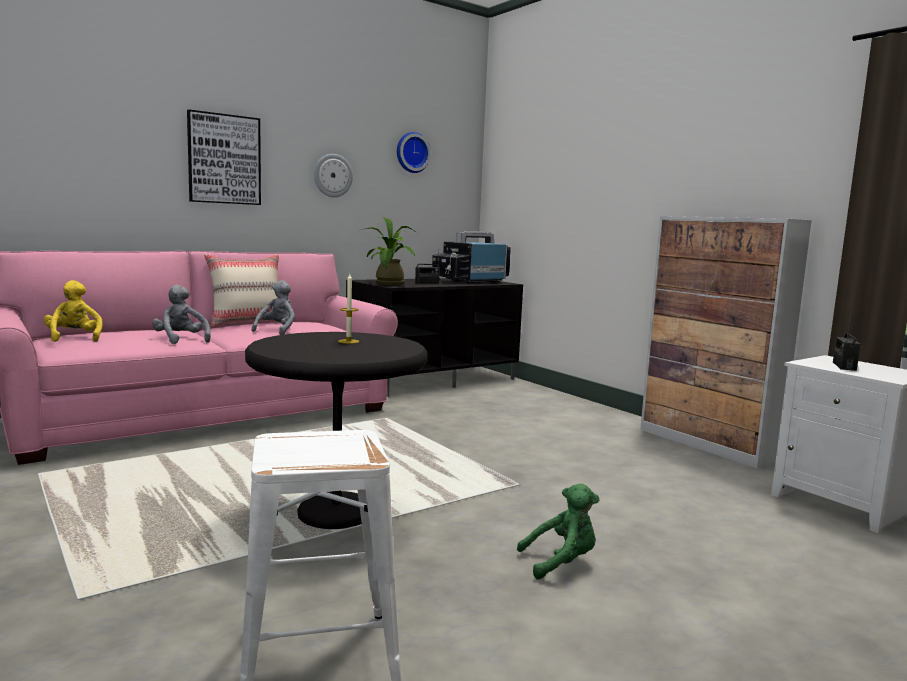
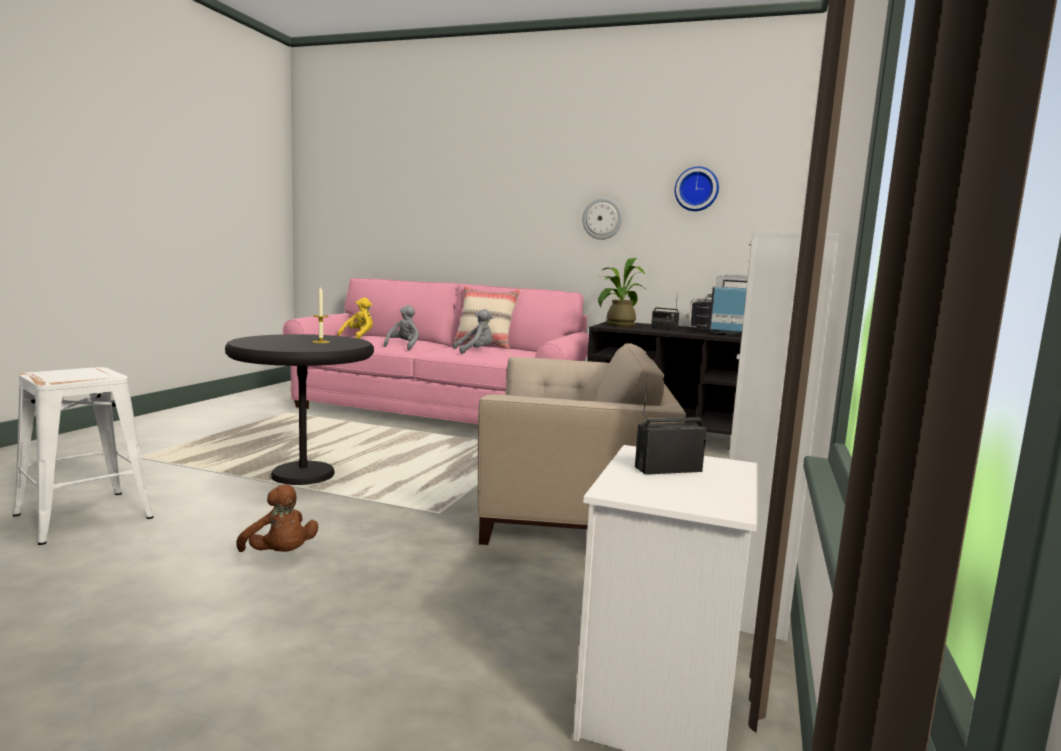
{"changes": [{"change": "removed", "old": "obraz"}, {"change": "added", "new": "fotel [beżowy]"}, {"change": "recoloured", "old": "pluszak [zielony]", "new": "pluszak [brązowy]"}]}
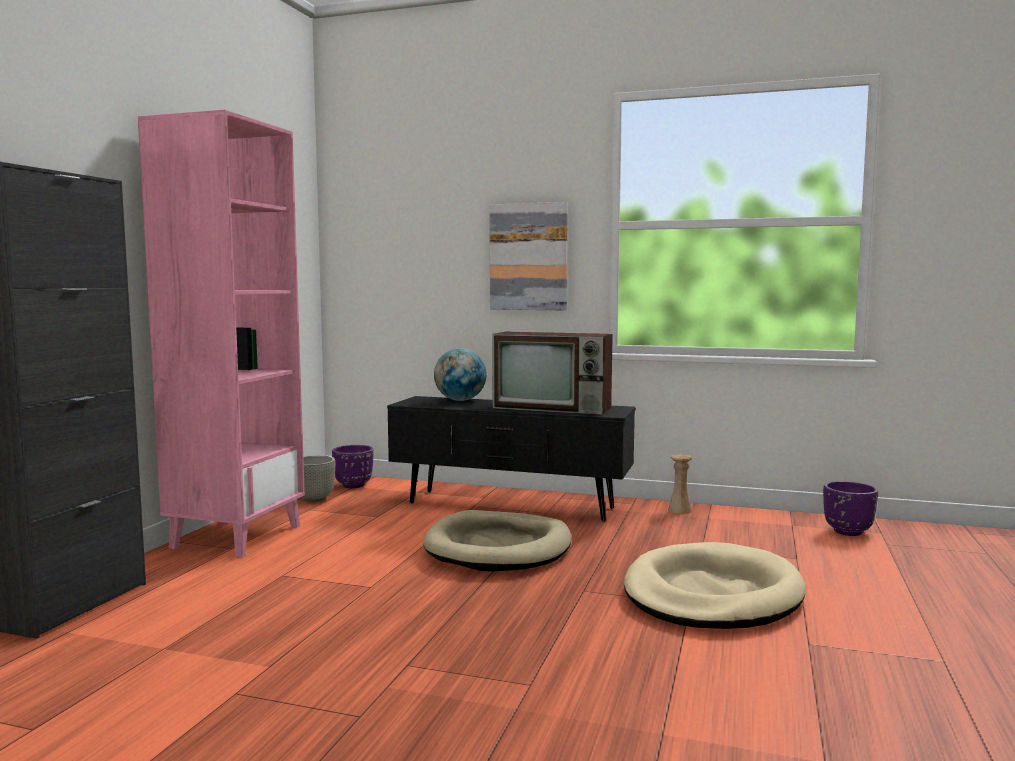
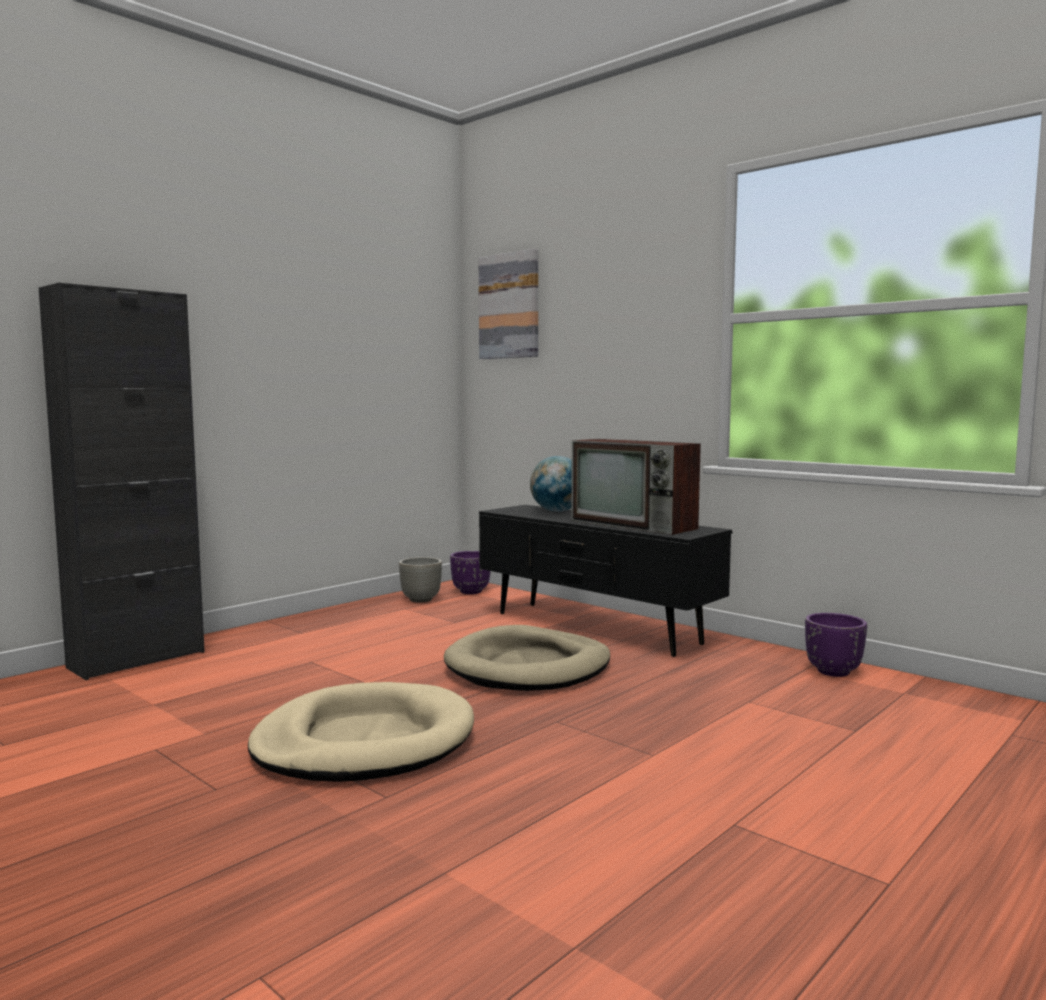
{"changes": [{"change": "removed", "old": "regał [różowy]"}, {"change": "removed", "old": "wazon [beżowy]"}, {"change": "moved", "old": "obraz"}, {"change": "moved", "old": "legowisko [beżowy] (2nd from left in the first image)", "new": "legowisko [beżowy] (1st from left)"}, {"change": "moved", "old": "donica [fioletowy] (2nd from left)"}]}
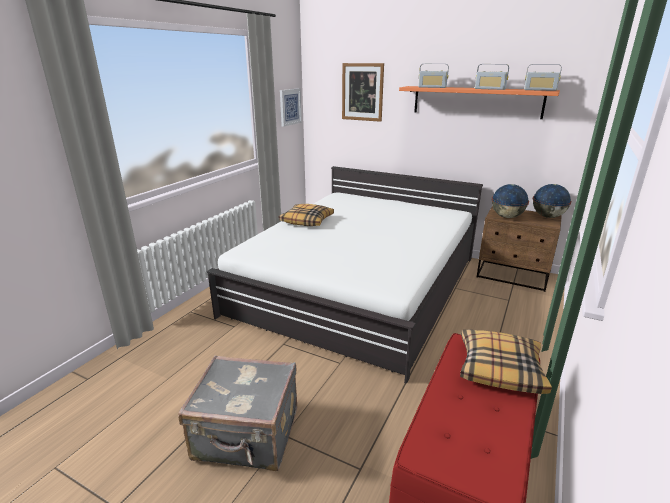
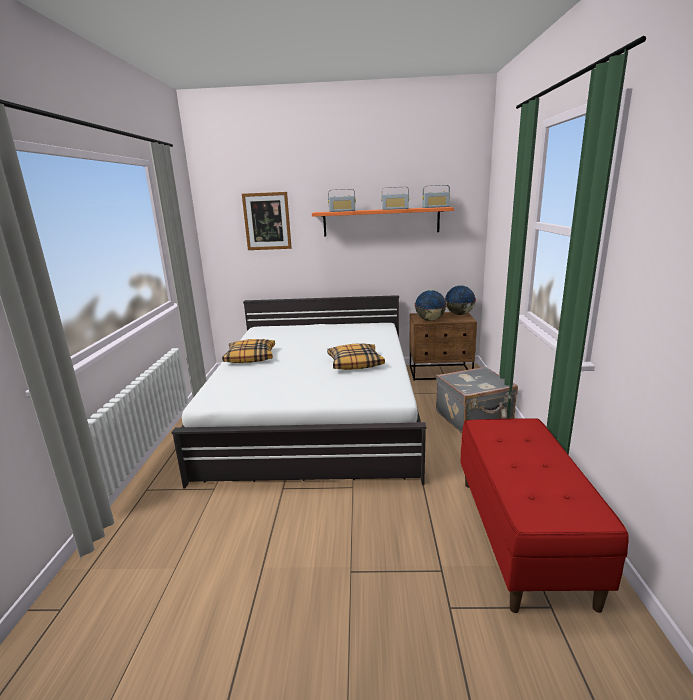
{"changes": [{"change": "removed", "old": "obraz (1st from left)"}, {"change": "moved", "old": "walizka [szary]"}, {"change": "moved", "old": "poduszka (2nd from left)"}]}
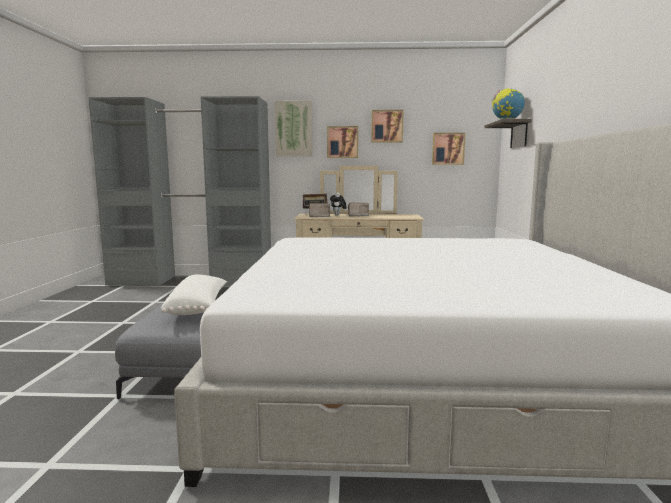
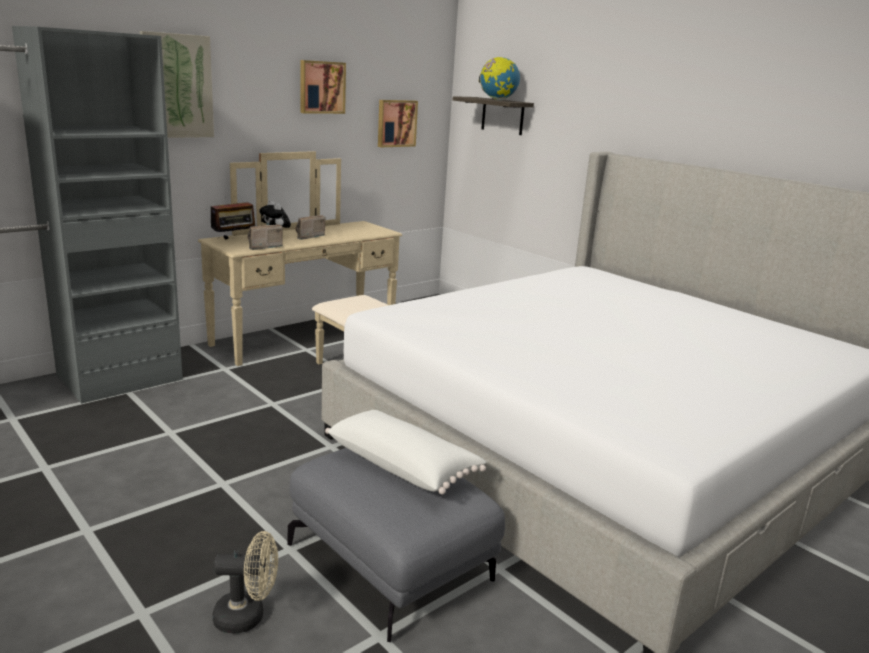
{"changes": [{"change": "removed", "old": "obraz (2nd from left)"}, {"change": "added", "new": "wentylator [beżowy]"}]}
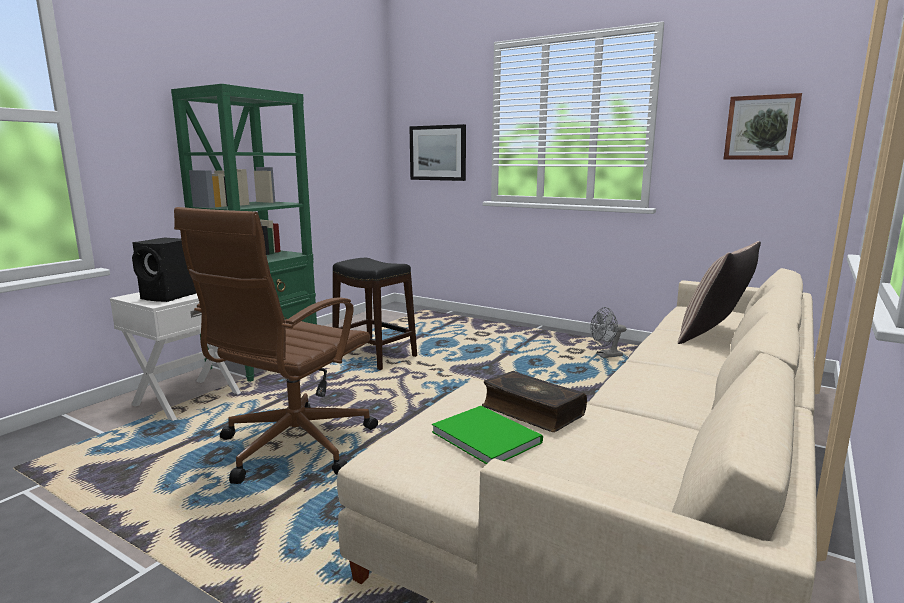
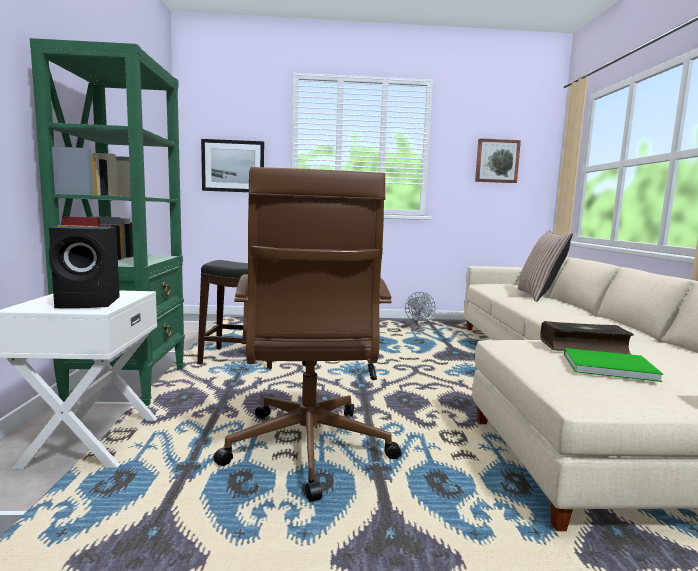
{"changes": [{"change": "turned", "old": "wentylator [szary]", "degrees": -45}]}
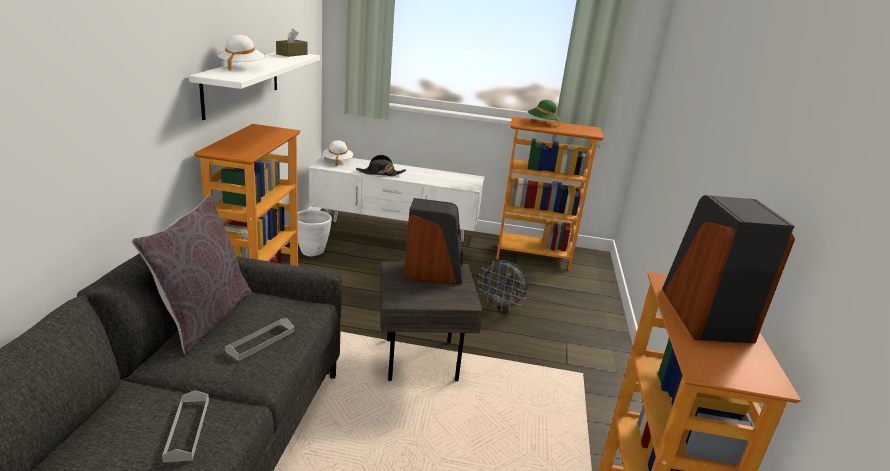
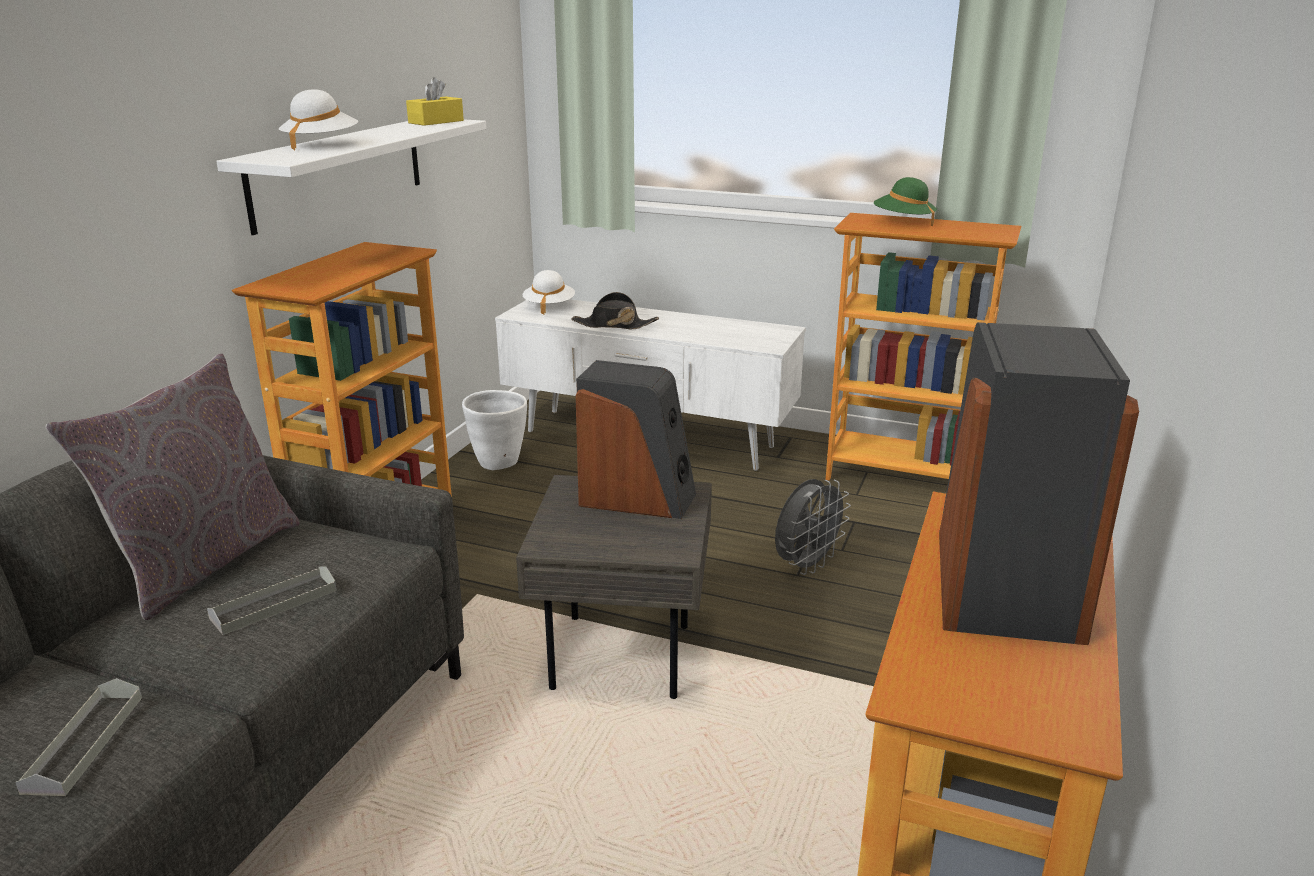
{"changes": [{"change": "recoloured", "old": "pudełko chusteczek [brązowy]", "new": "pudełko chusteczek [żółty]"}, {"change": "turned", "old": "wentylator [szary]", "degrees": -90}]}
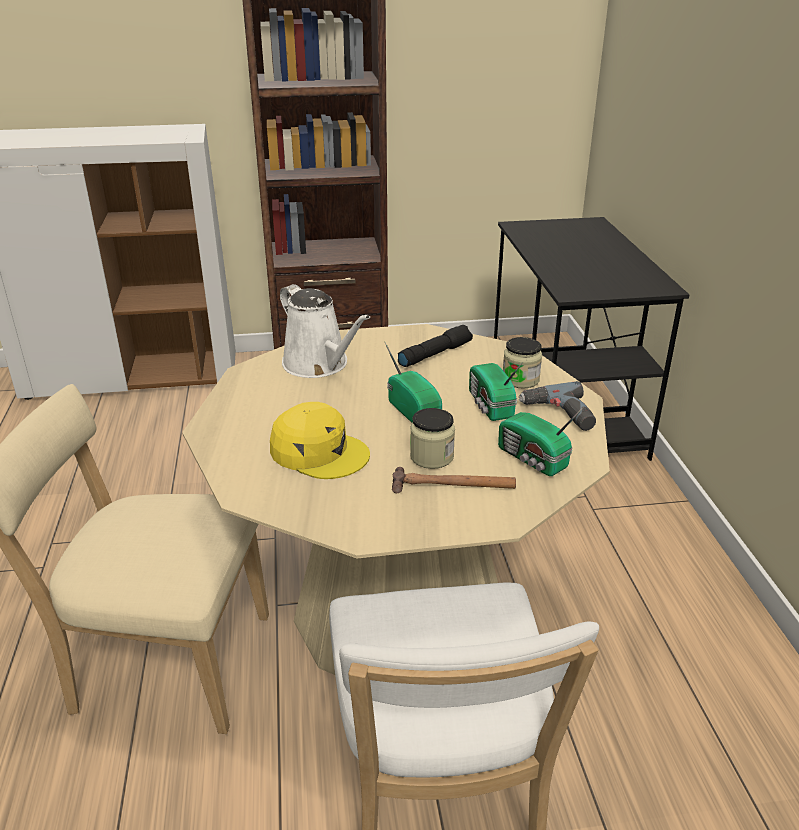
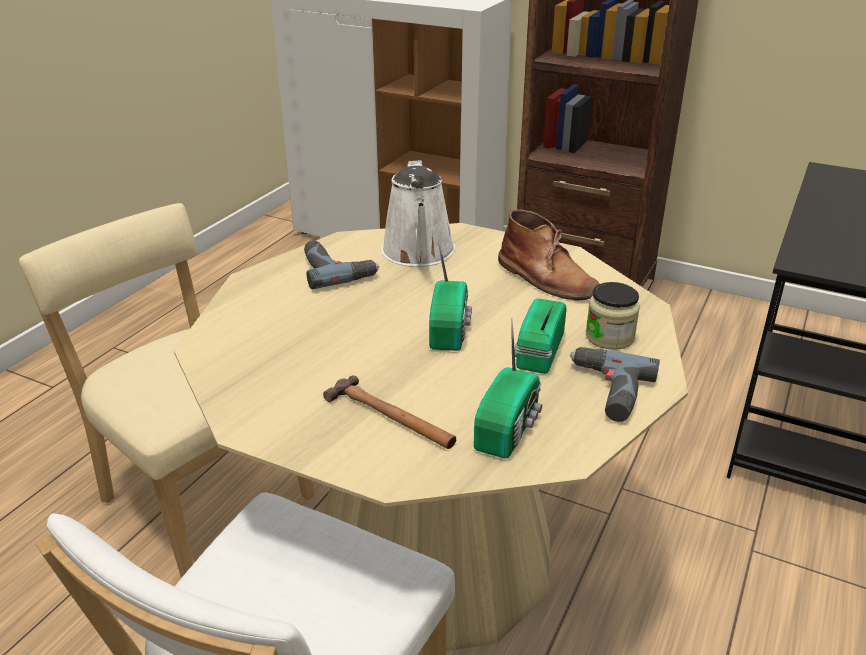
{"changes": [{"change": "removed", "old": "czapka z daszkiem [żółty]"}, {"change": "removed", "old": "słoik (1st from left)"}, {"change": "added", "new": "wiertarka (1st from left)"}, {"change": "replaced", "old": "latarka [czarny]", "new": "but z cholewką [brązowy]"}, {"change": "turned", "old": "radio (3rd from left in the first image)", "degrees": -150}]}
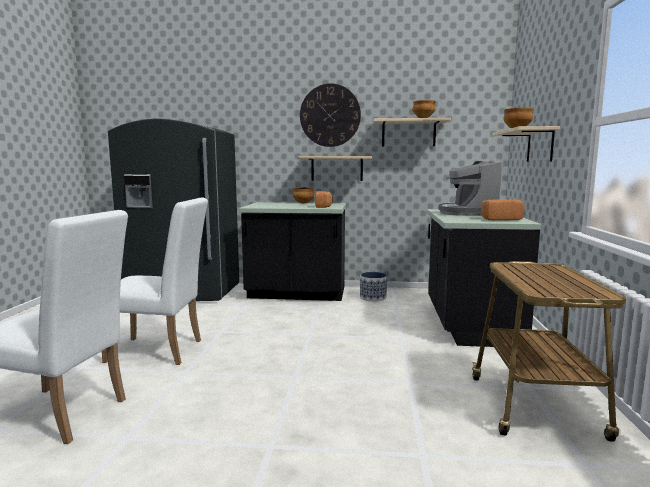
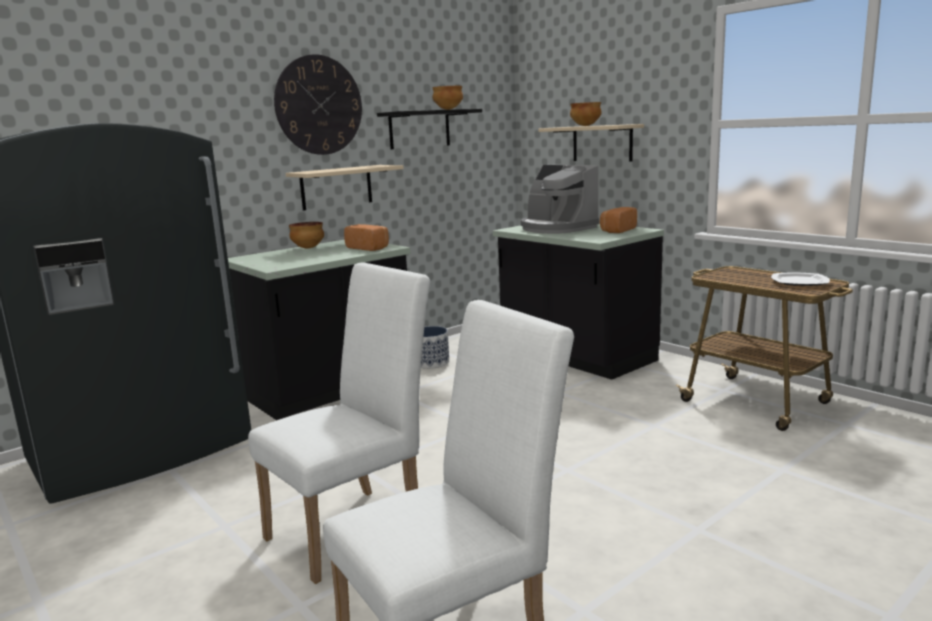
{"changes": [{"change": "added", "new": "talerz"}, {"change": "recoloured", "old": "półka [beżowy] (2nd from left)", "new": "półka [czarny]"}]}
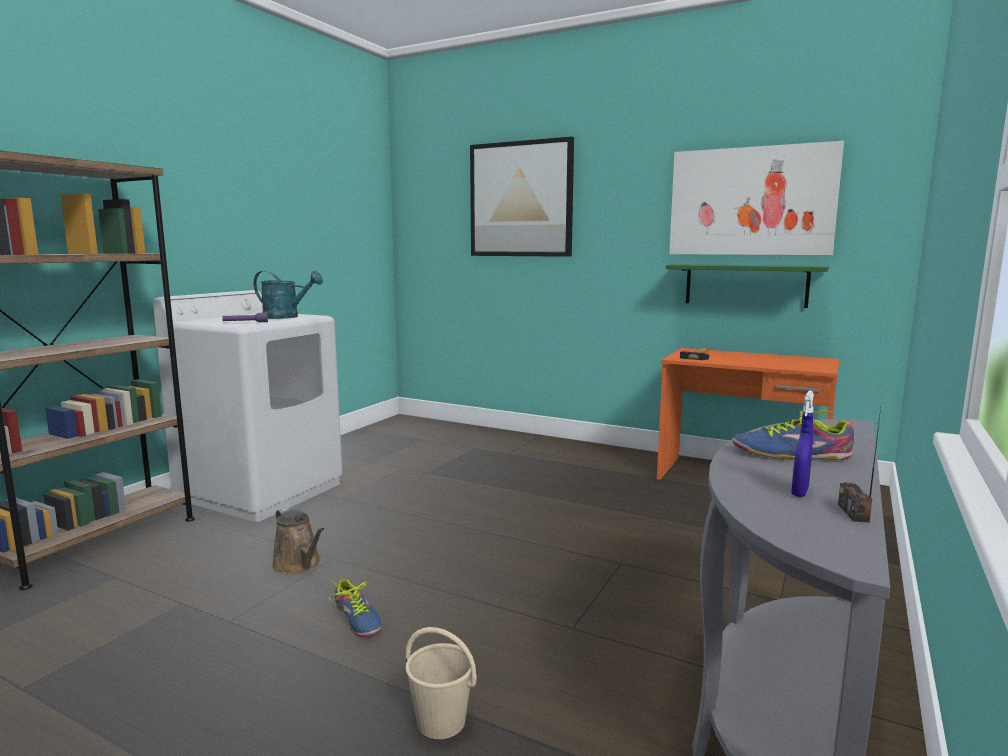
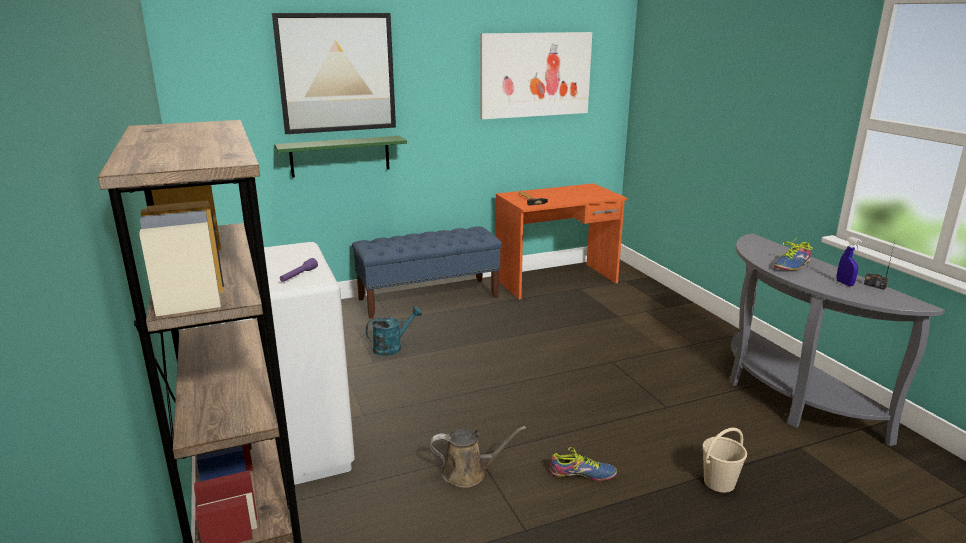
{"changes": [{"change": "added", "new": "ławka [niebieski]"}, {"change": "moved", "old": "konewka [turkusowy]"}, {"change": "moved", "old": "półka [zielony]"}]}
